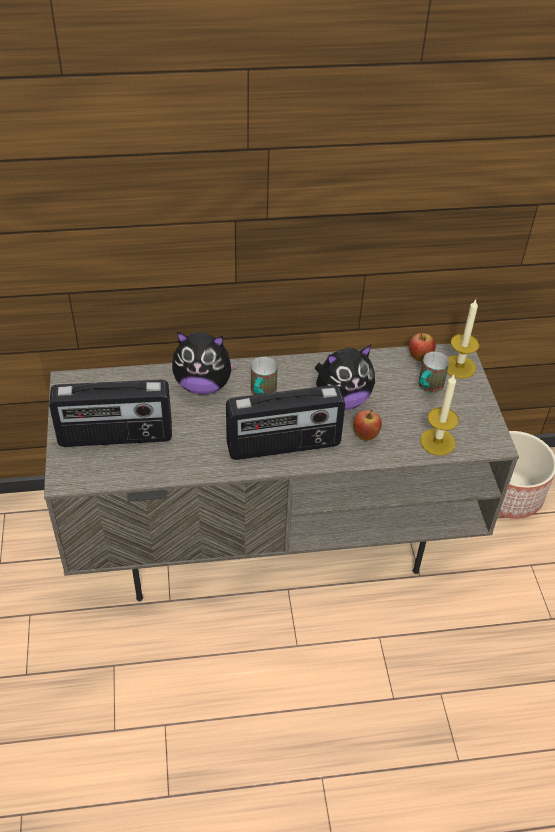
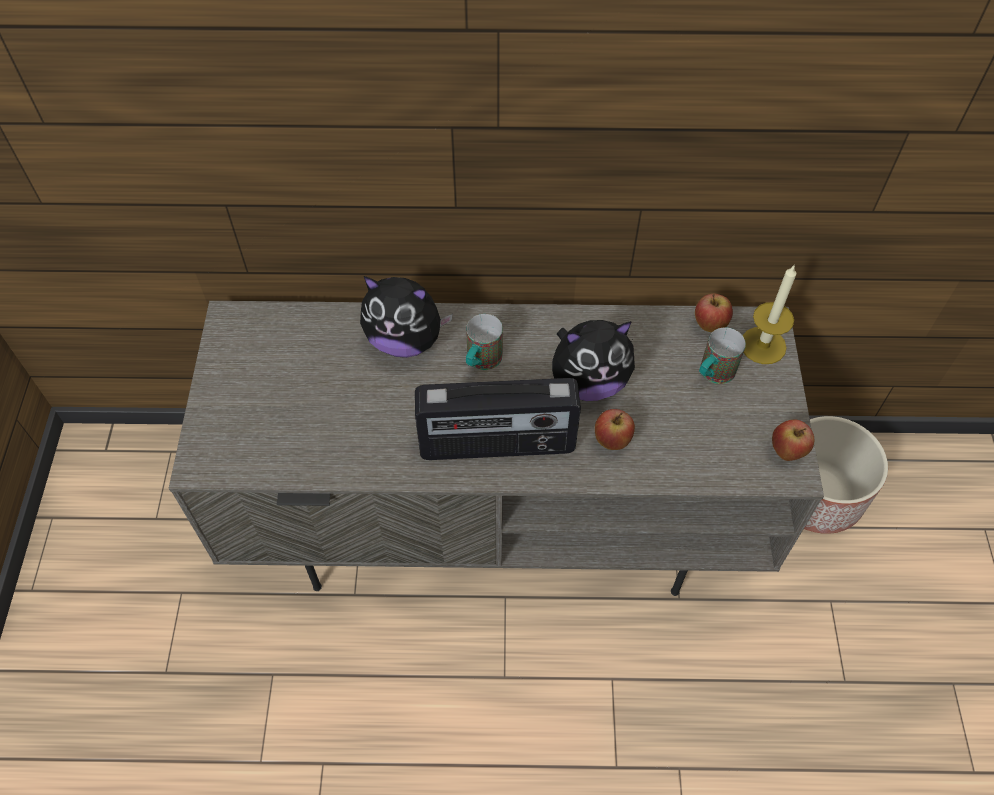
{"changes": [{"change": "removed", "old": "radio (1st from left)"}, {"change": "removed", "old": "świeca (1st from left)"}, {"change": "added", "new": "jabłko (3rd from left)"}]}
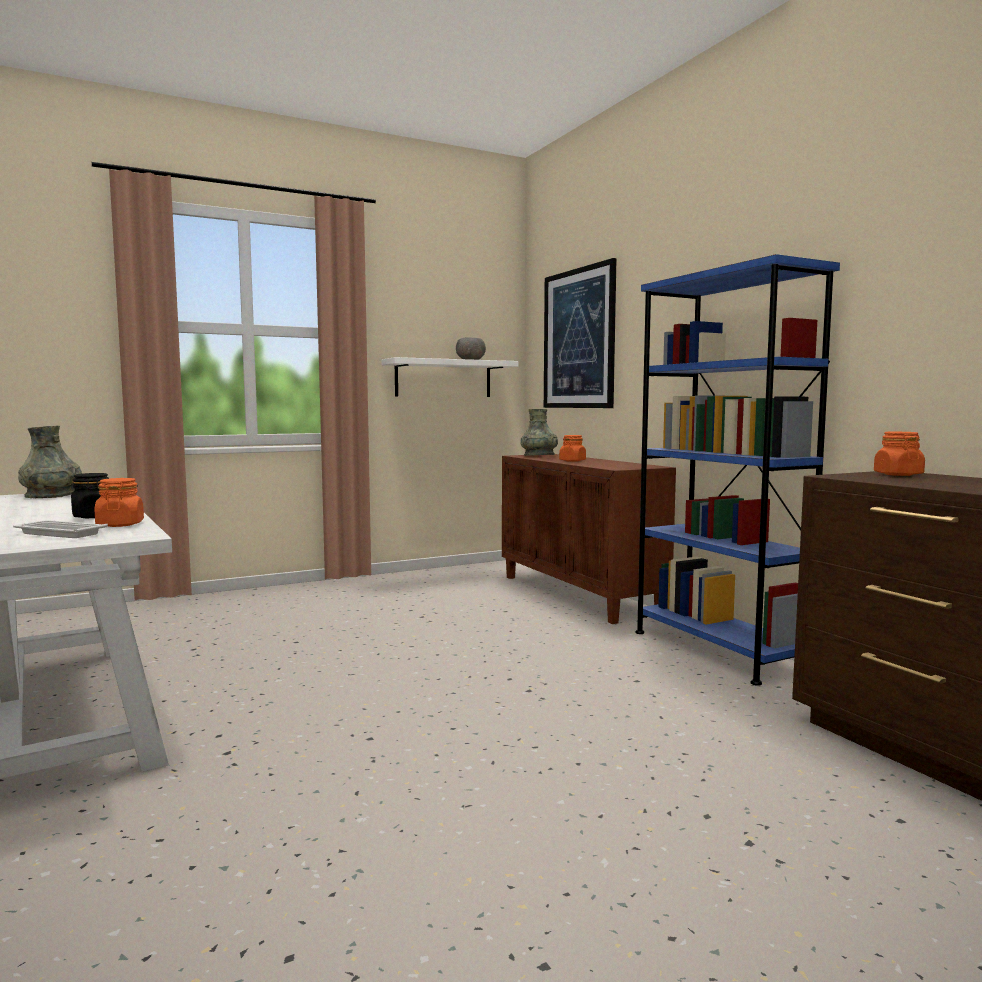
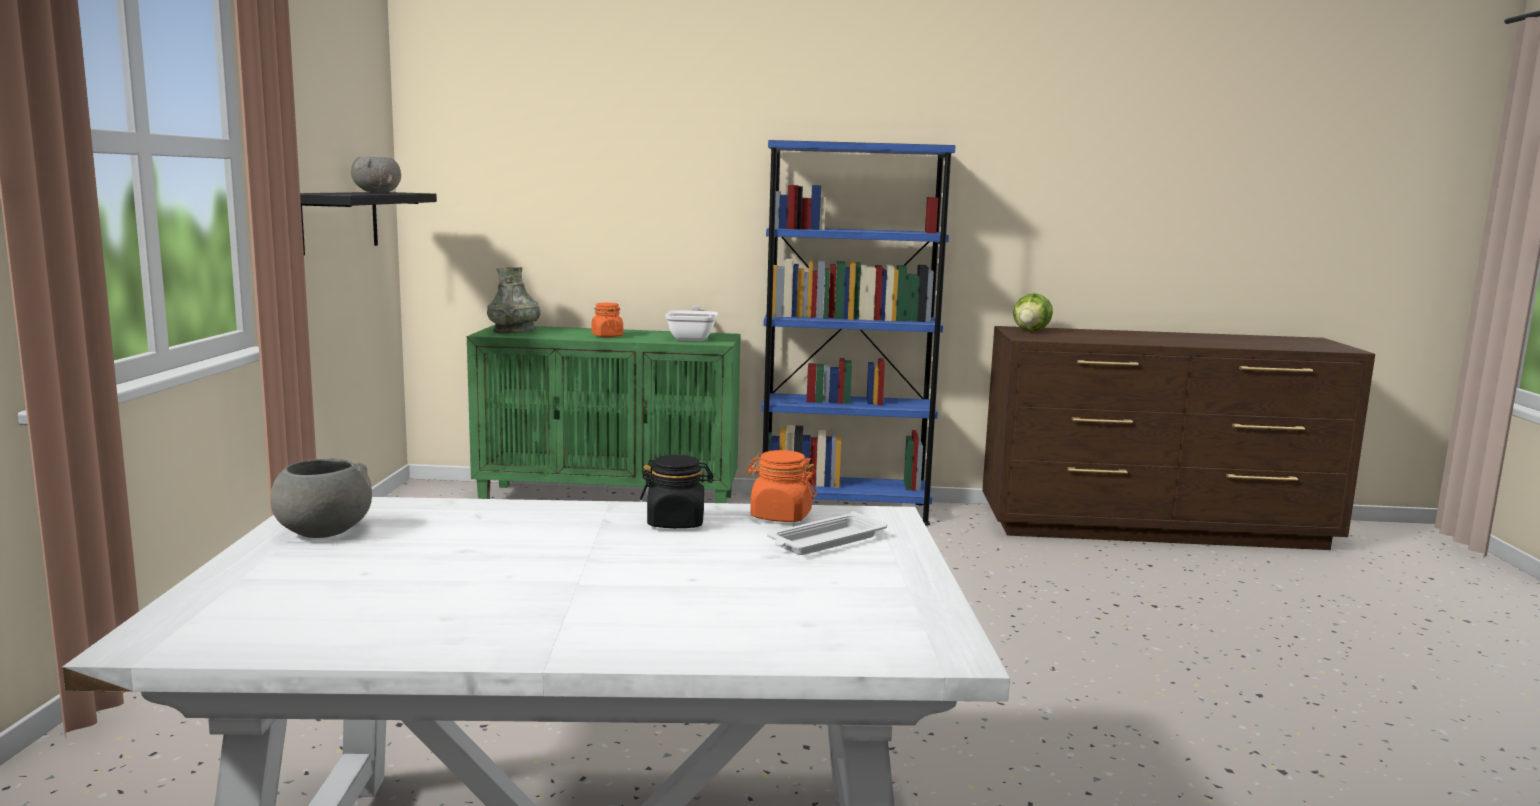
{"changes": [{"change": "removed", "old": "obraz"}, {"change": "added", "new": "patelnia"}, {"change": "replaced", "old": "wazon [szary] (1st from left)", "new": "miska [szary] (1st from left)"}, {"change": "replaced", "old": "słoik [pomarańczowy] (3rd from left)", "new": "sałata"}, {"change": "recoloured", "old": "półka [biały]", "new": "półka [czarny]"}, {"change": "recoloured", "old": "szafka [brązowy]", "new": "szafka [zielony]"}]}
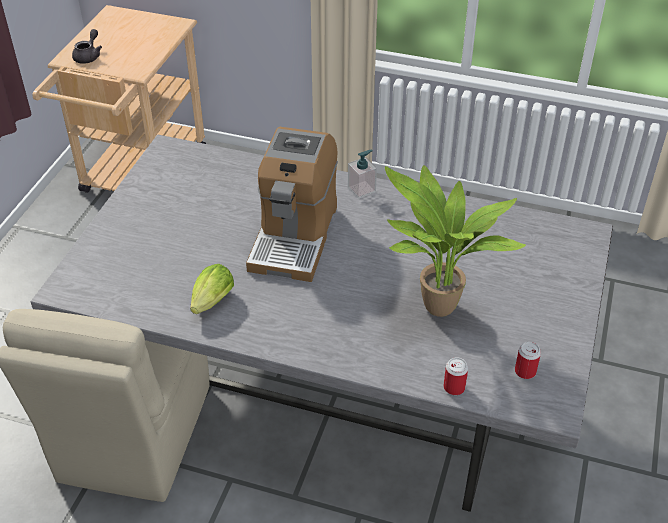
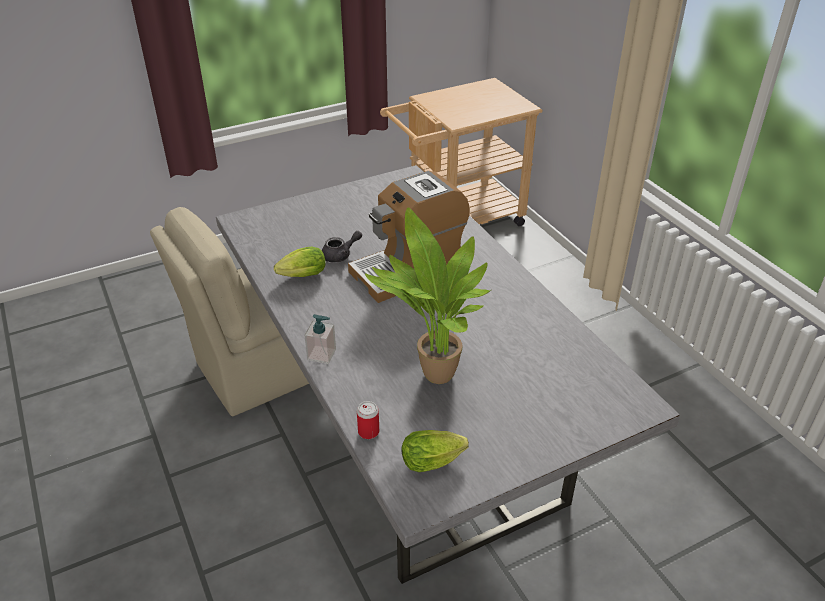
{"changes": [{"change": "moved", "old": "imbryk [szary]"}, {"change": "moved", "old": "dozownik mydła"}, {"change": "replaced", "old": "puszka (2nd from left)", "new": "sałata (2nd from left)"}]}
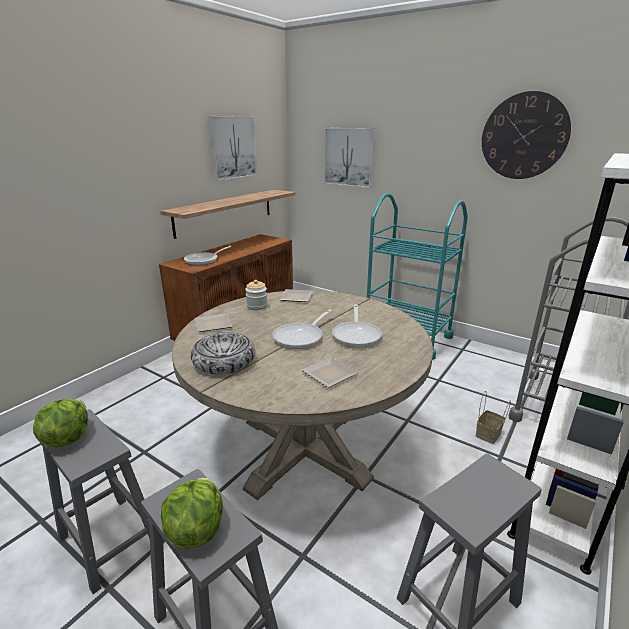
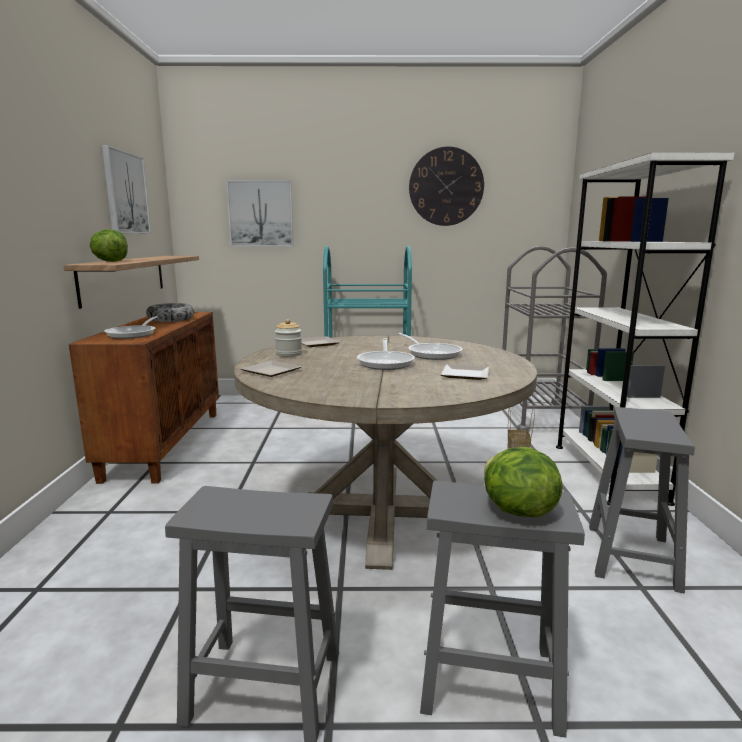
{"changes": [{"change": "moved", "old": "sałata (1st from left)"}, {"change": "moved", "old": "miska"}]}
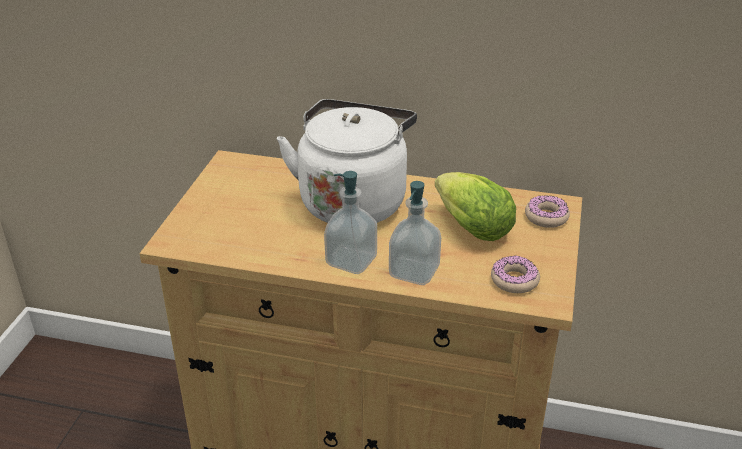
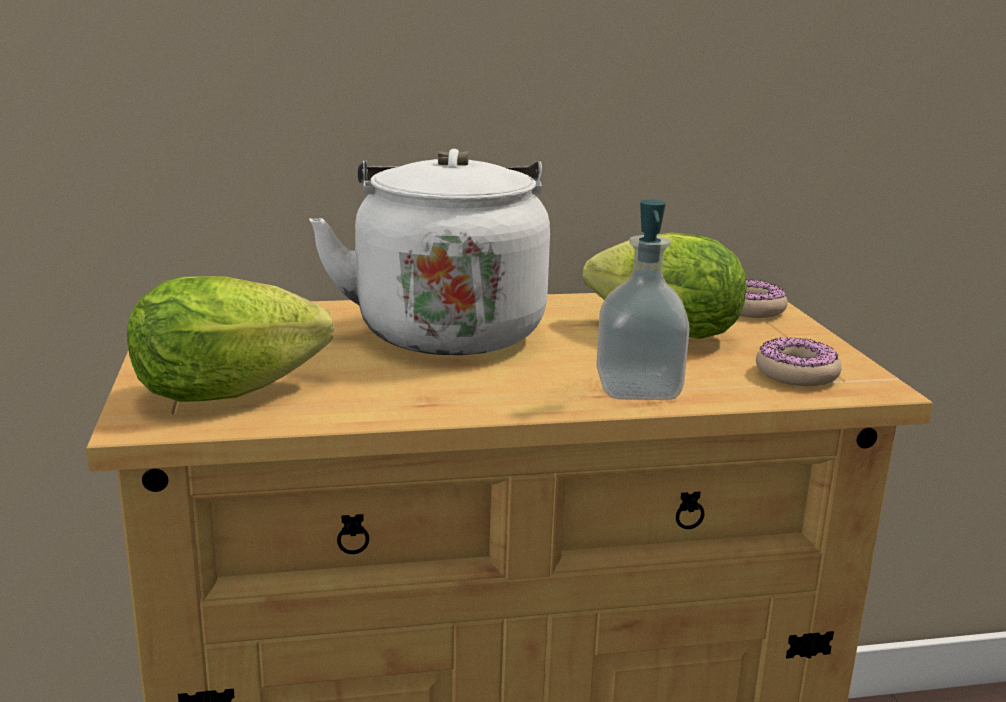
{"changes": [{"change": "removed", "old": "dozownik mydła (1st from left)"}, {"change": "added", "new": "sałata (1st from left)"}]}
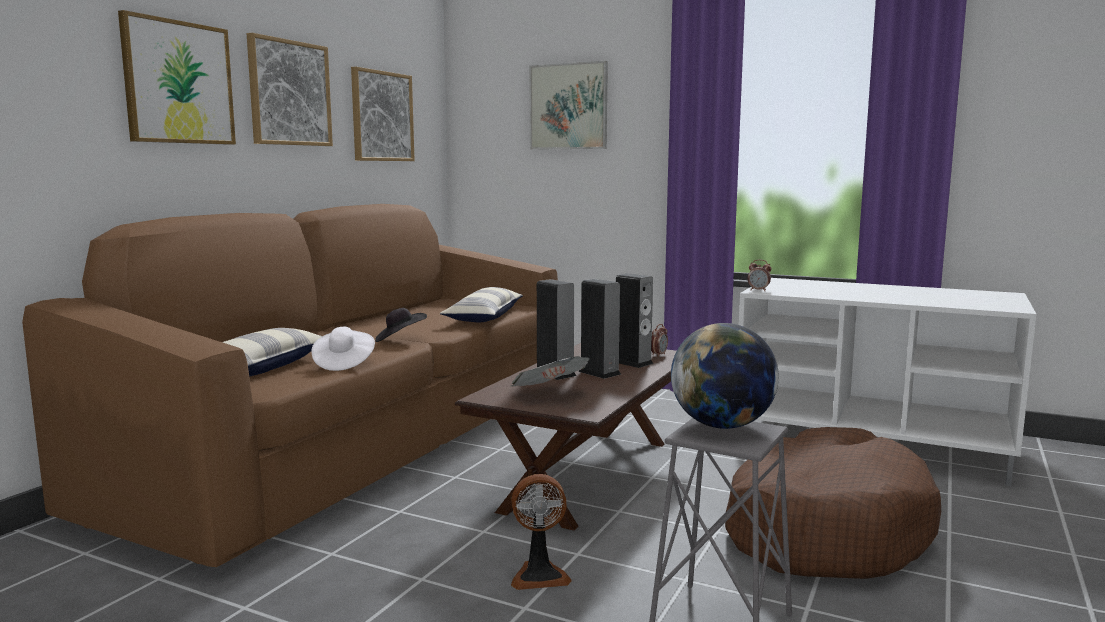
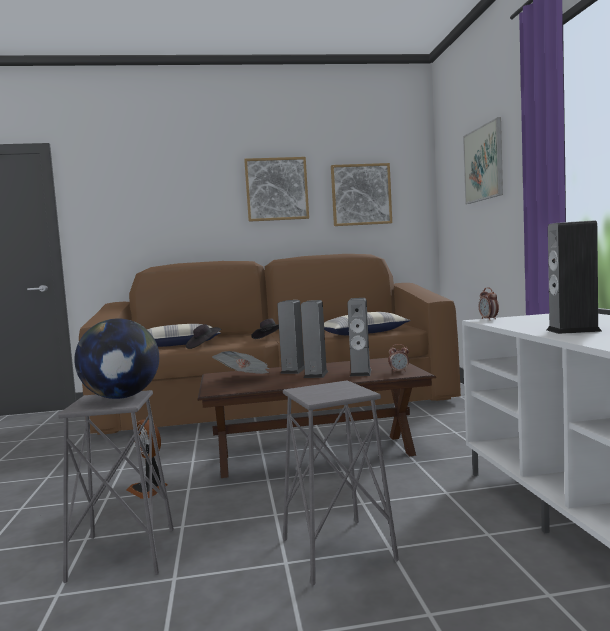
{"changes": [{"change": "removed", "old": "obraz (1st from left)"}, {"change": "added", "new": "głośnik (4th from left)"}, {"change": "replaced", "old": "legowisko [brązowy]", "new": "stołek [szary] (2nd from left)"}, {"change": "recoloured", "old": "kapelusz [biały]", "new": "kapelusz [czarny] (1st from left)"}]}
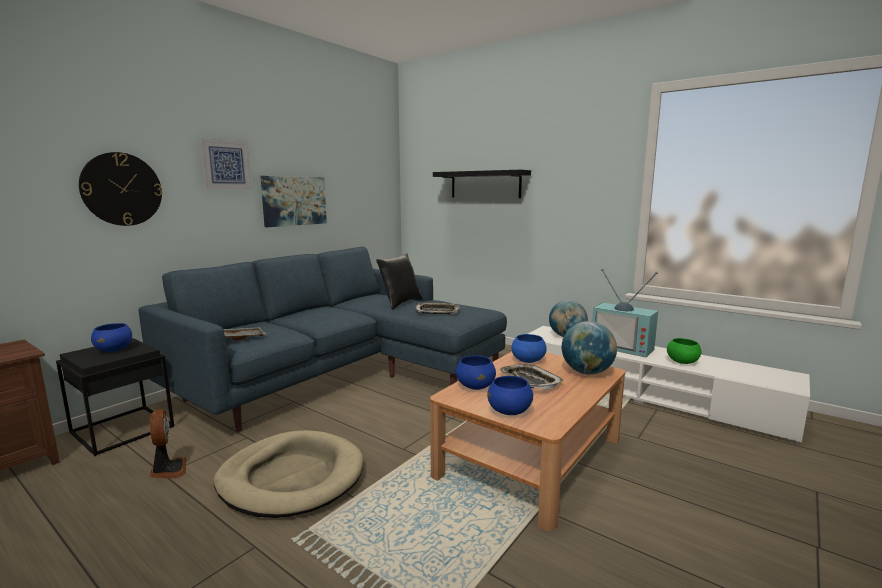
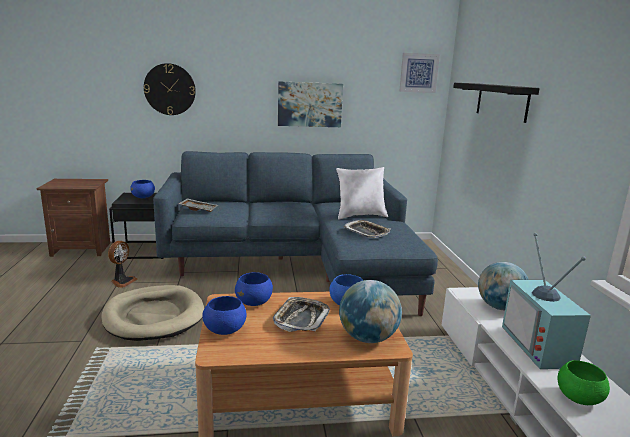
{"changes": [{"change": "moved", "old": "obraz (1st from left in the first image)", "new": "obraz (2nd from left)"}, {"change": "recoloured", "old": "poduszka [czarny]", "new": "poduszka [biały]"}]}
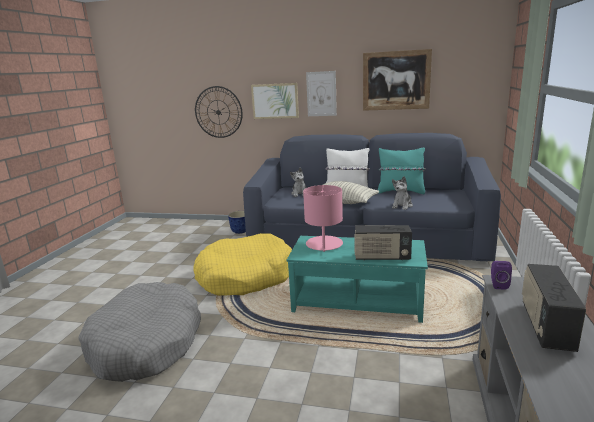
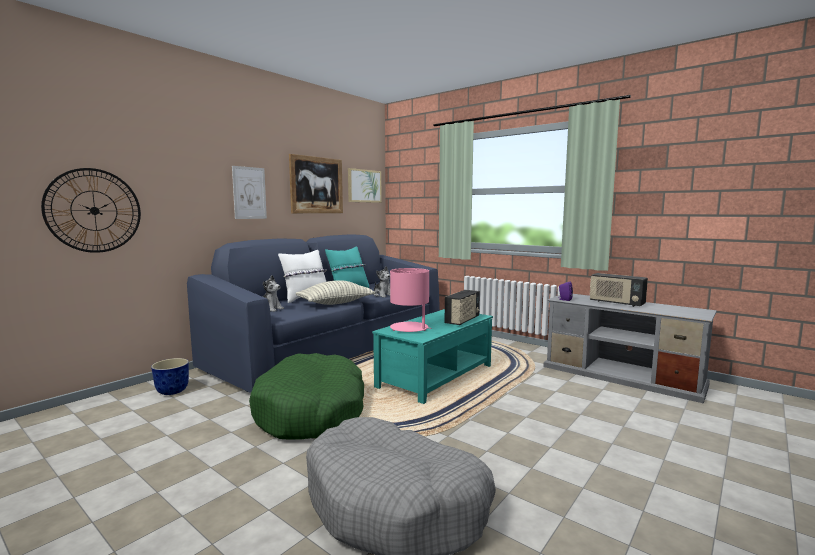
{"changes": [{"change": "moved", "old": "obraz (1st from left in the first image)", "new": "obraz (3rd from left)"}, {"change": "recoloured", "old": "legowisko [żółty]", "new": "legowisko [zielony]"}]}
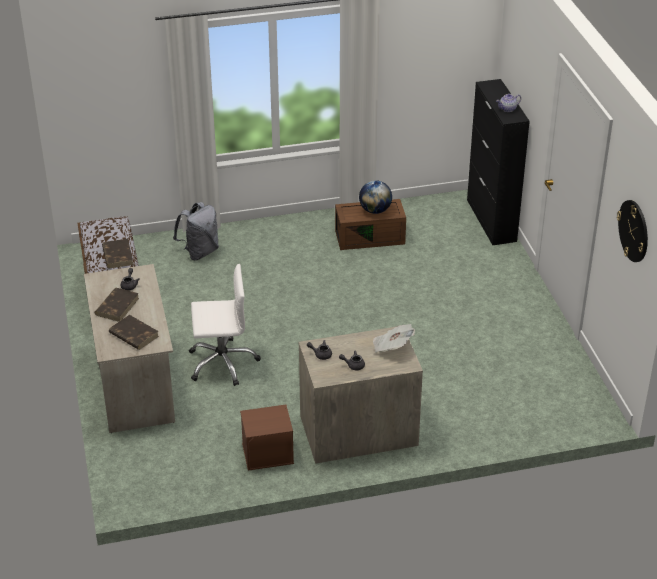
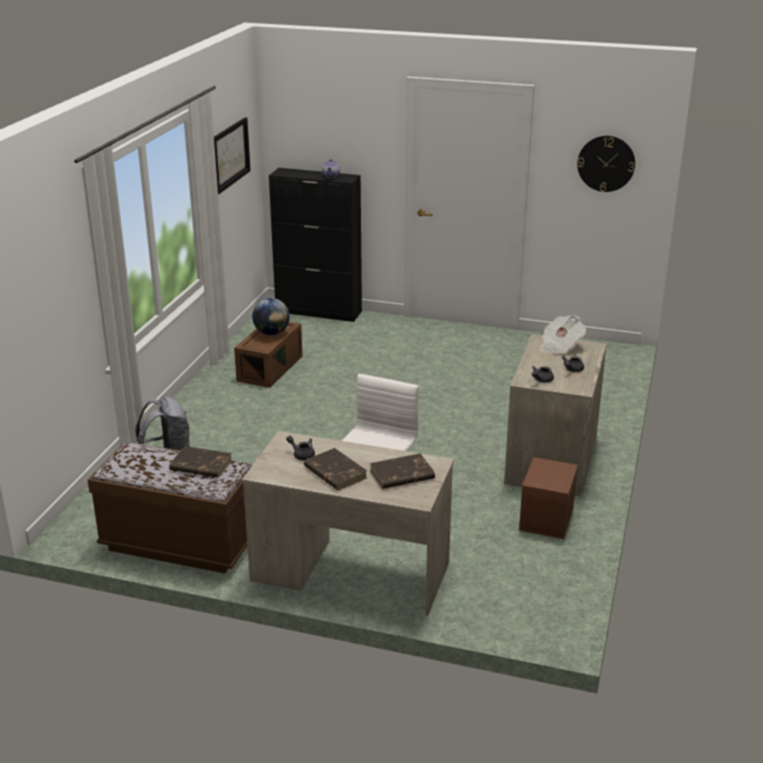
{"changes": [{"change": "added", "new": "obraz"}]}
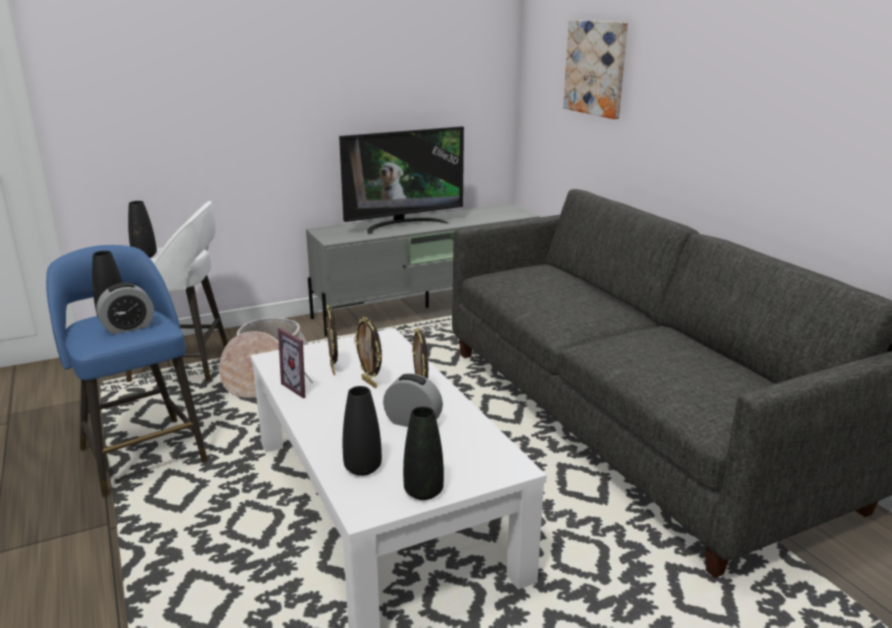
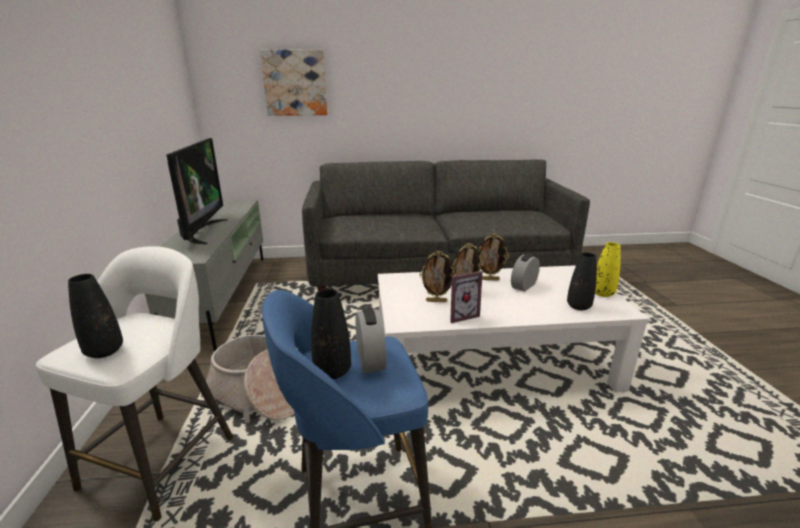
{"changes": [{"change": "recoloured", "old": "wazon [czarny] (4th from left)", "new": "wazon [żółty]"}]}
